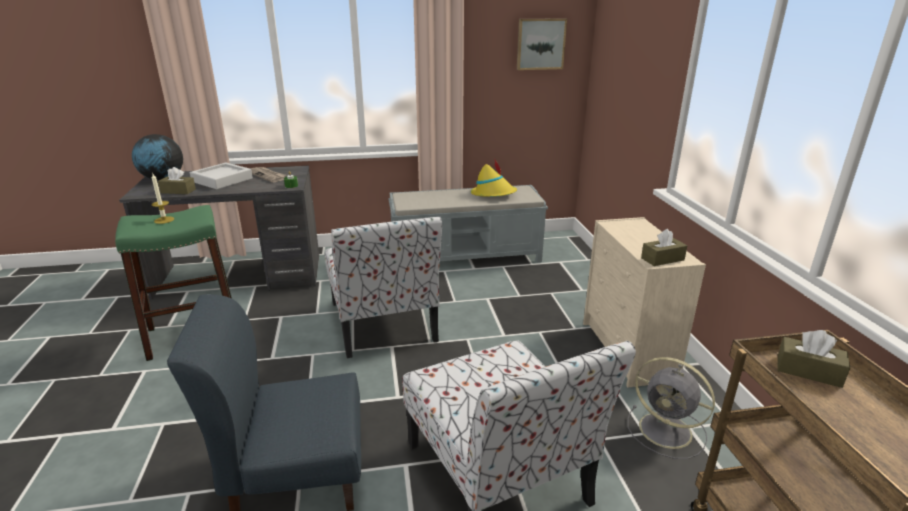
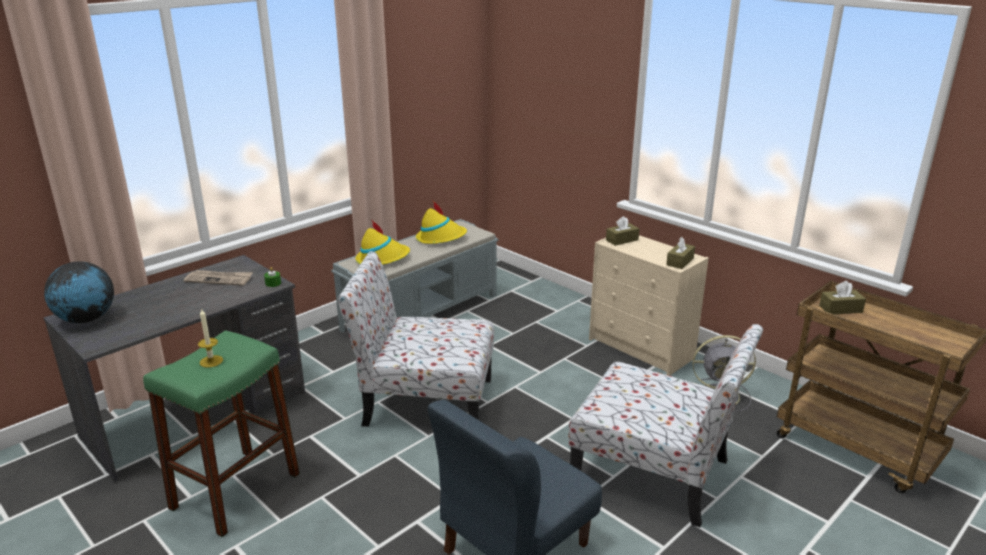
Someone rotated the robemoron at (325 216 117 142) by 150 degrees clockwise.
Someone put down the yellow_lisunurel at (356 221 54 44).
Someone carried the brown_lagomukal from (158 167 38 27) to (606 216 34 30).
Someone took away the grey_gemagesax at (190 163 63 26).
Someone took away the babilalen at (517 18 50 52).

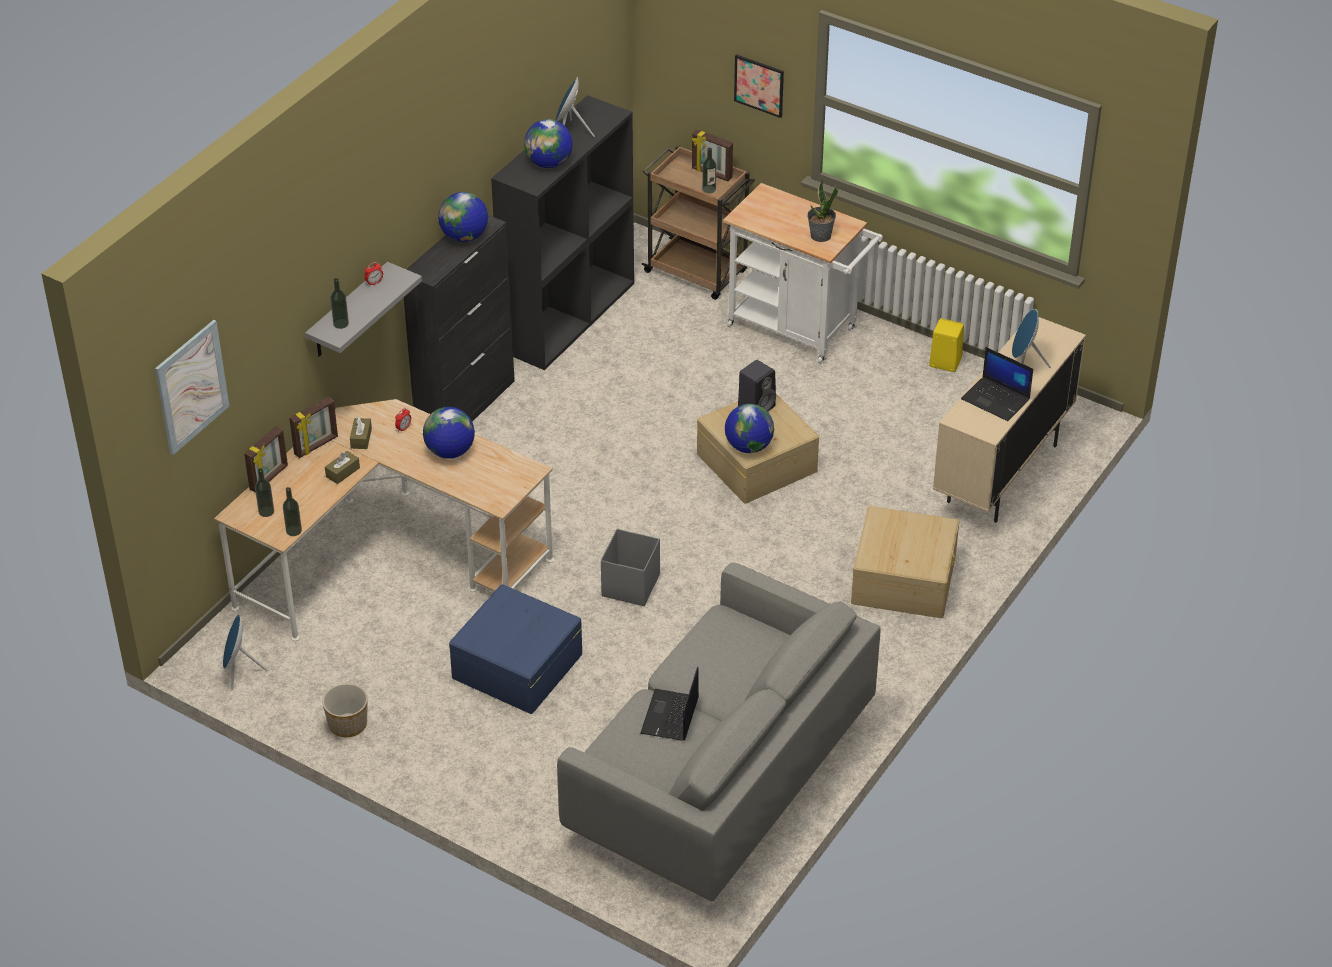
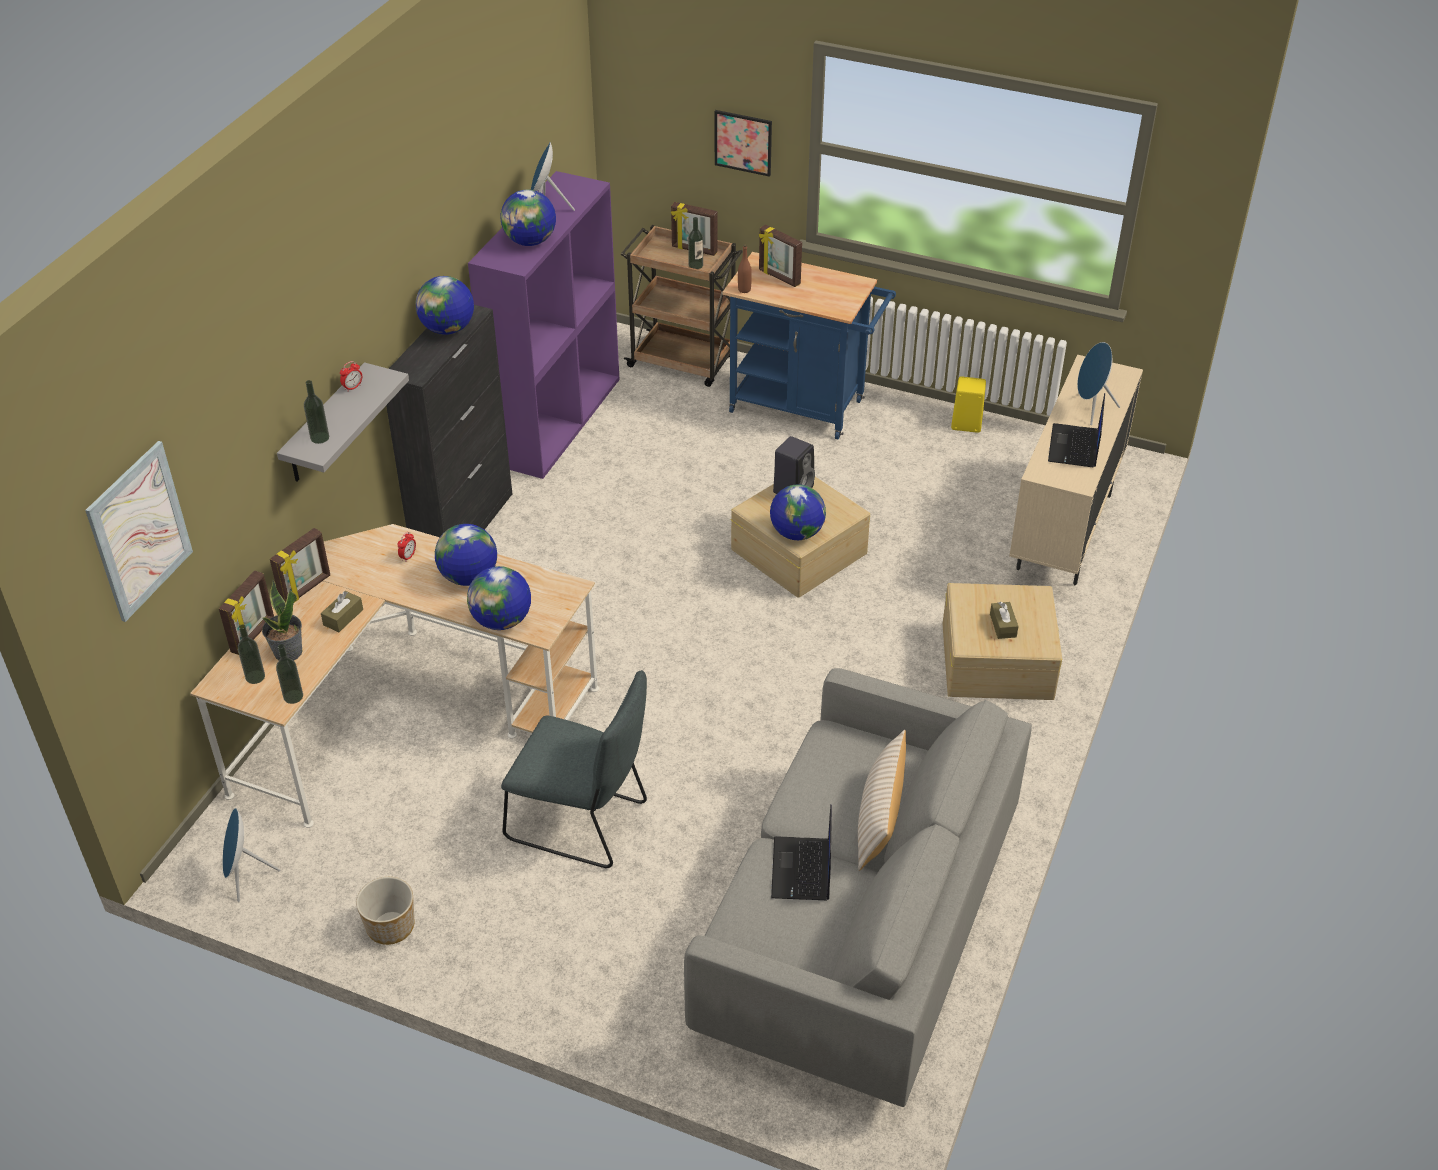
Someone carried the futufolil from (807 179 31 63) to (262 580 40 80).
Someone put down the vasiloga at (467 566 64 64).
Someone repainted the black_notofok at (491 95 143 275), which became the purple_notofok at (468 171 152 308).
Someone swapped the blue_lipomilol at (449 584 134 130) for the grey_robemoron at (501 670 146 198).
Someone repainted the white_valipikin at (723 183 160 181), which became the blue_valipikin at (722 252 174 187).
Someone put down the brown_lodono at (738 244 14 49).
Someone put down the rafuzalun at (759 225 43 62).
Someone put down the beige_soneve at (858 730 48 141).
Someone carried the brown_lagomukal from (350 417 22 32) to (990 602 29 37).
Someone rotated the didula at (961 347 72 74) by 75 degrees clockwise.
Someone took away the grey_lipomilol at (601 529 59 77).

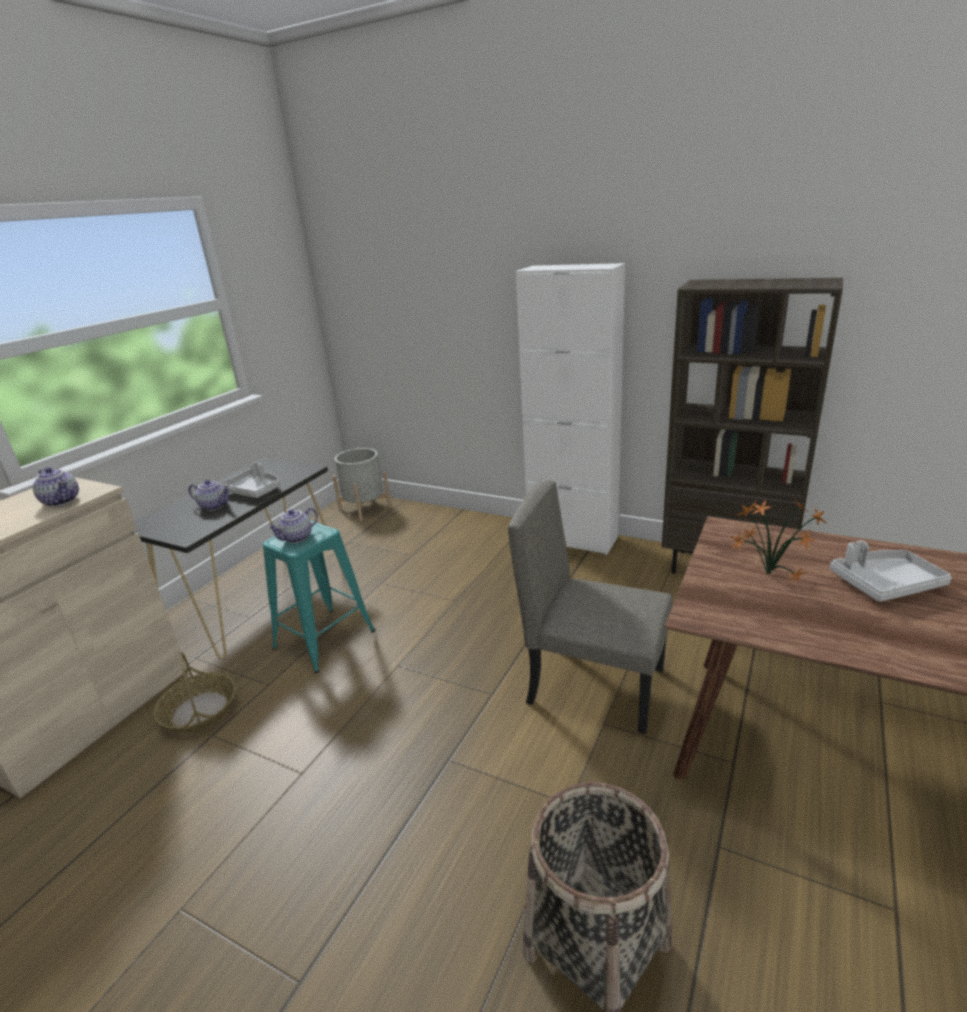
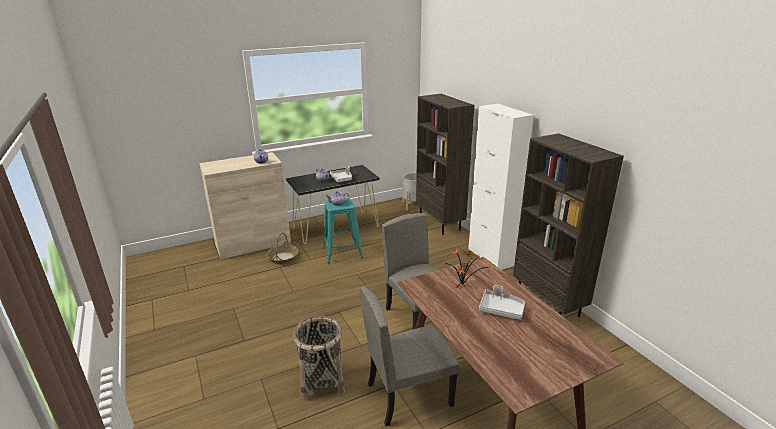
Someone put down the beige_robemoron at (360 287 99 139).
Someone put down the brown_notofok at (416 94 58 141).

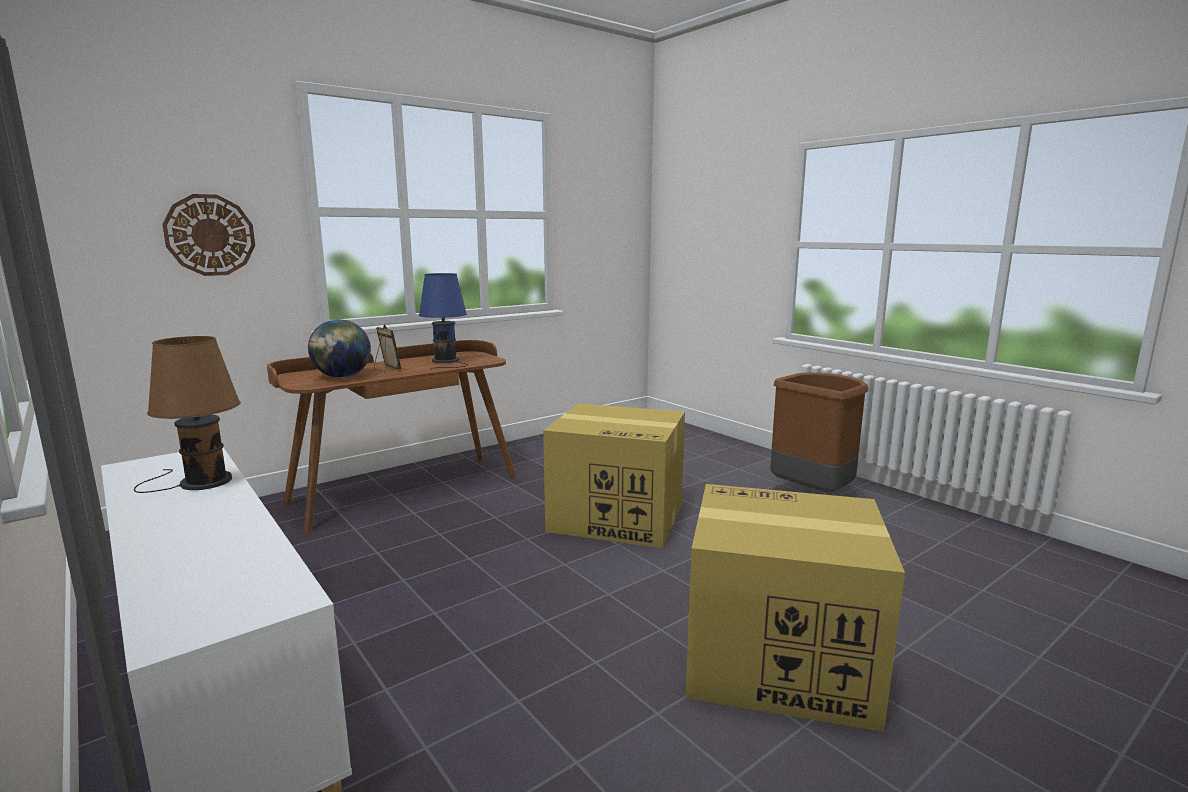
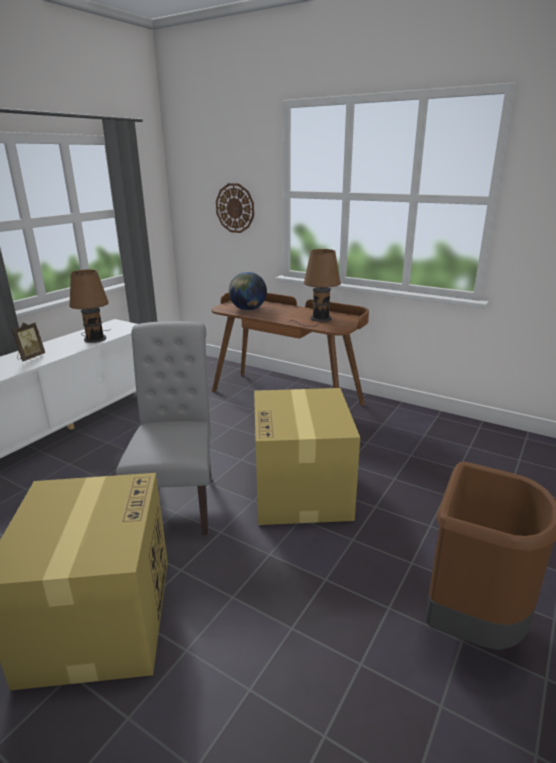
Someone carried the rafuzalun from (374 324 27 48) to (12 322 33 39).
Someone put down the grey_robemoron at (116 321 95 214).
Someone repainted the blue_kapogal at (419 273 49 97), which became the brown_kapogal at (288 249 53 78).

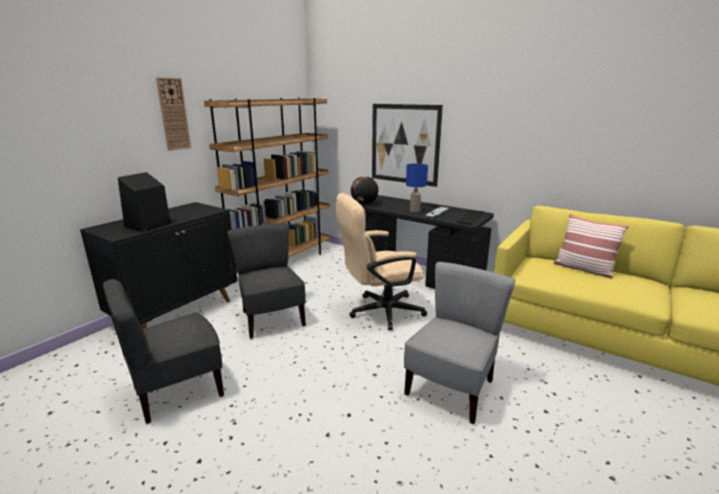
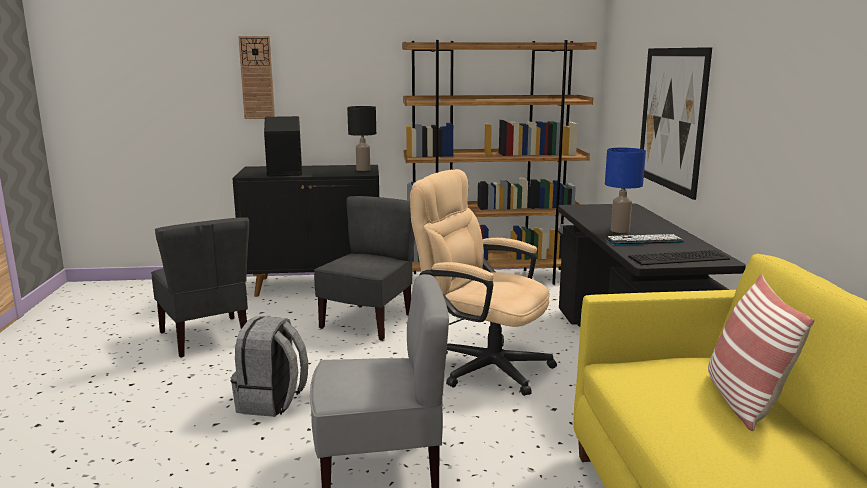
Someone rotated the grey_robemoron at (103 279 121 145) by 135 degrees counterclockwise.
Someone put down the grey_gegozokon at (231 316 77 101).
Someone carried the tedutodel from (156 77 35 74) to (238 36 37 83).
Someone put down the black_kapogal at (347 106 29 65).
Someone took away the vasiloga at (351 176 27 29).

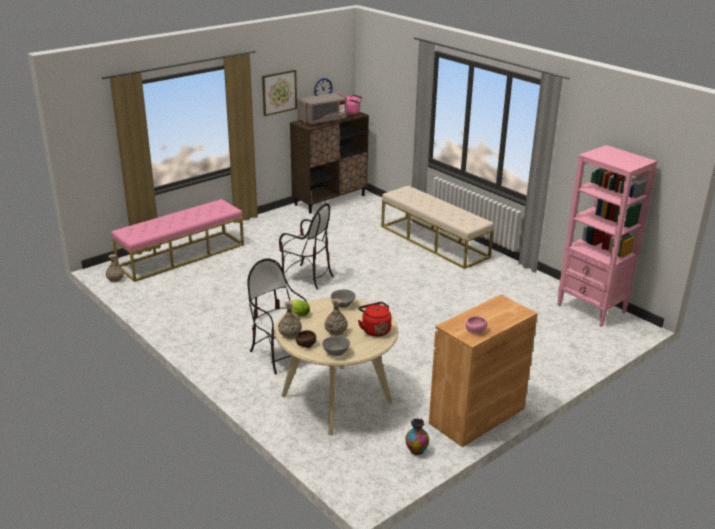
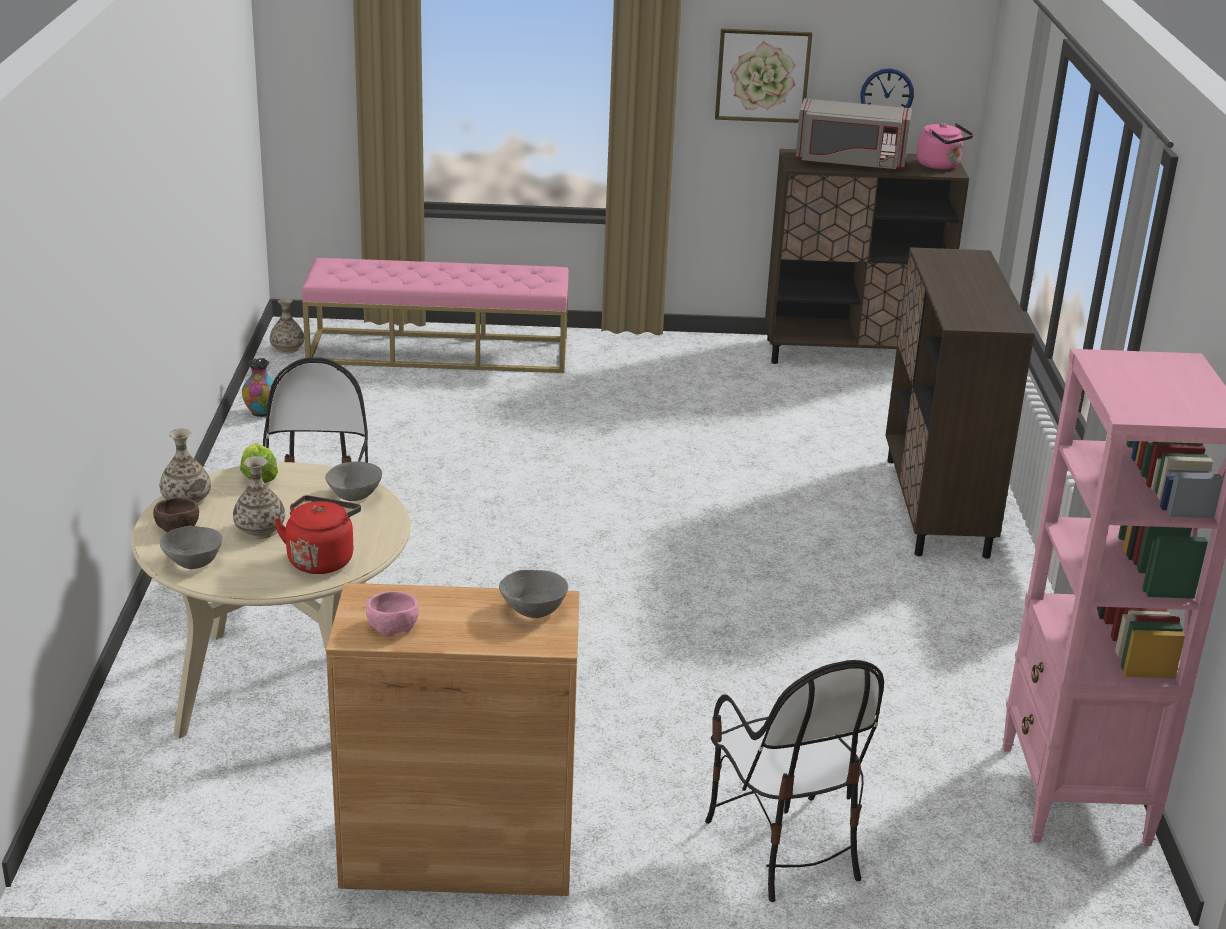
Someone carried the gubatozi from (405 418 24 38) to (242 358 32 59).
Someone put down the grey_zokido at (499 570 69 48).
Someone carried the robemoron from (279 203 54 87) to (705 660 179 242).
Someone swapped the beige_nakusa at (381 186 113 83) for the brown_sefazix at (885 247 150 312).

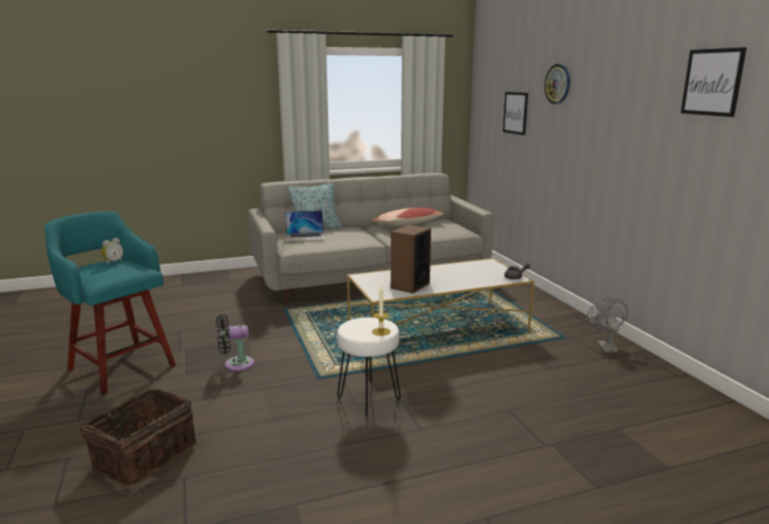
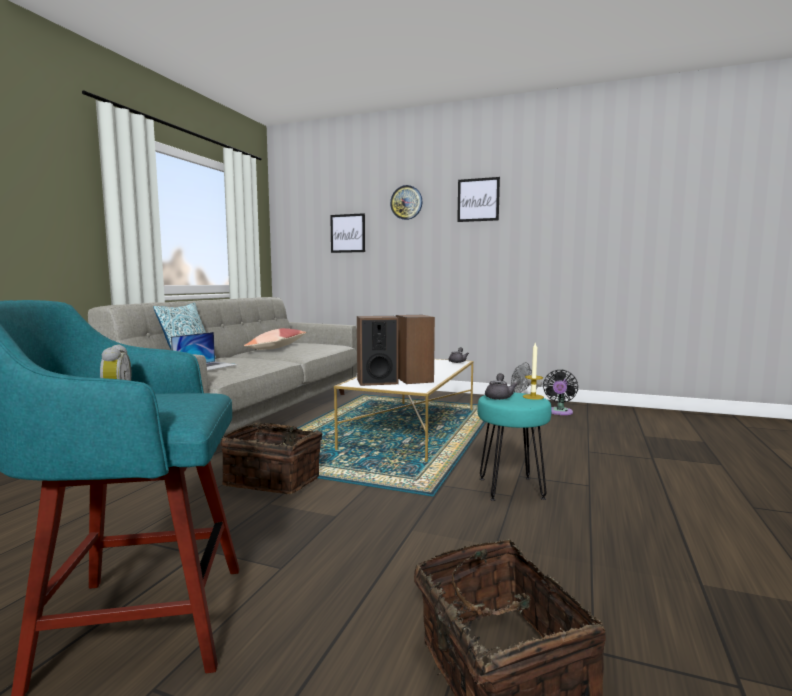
Someone put down the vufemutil at (221 423 101 71).
Someone put down the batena at (357 316 42 70).
Someone carried the babilalen from (681 47 66 70) to (457 177 43 45).
Someone repainted the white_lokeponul at (337 317 64 101), which became the turquoise_lokeponul at (478 393 73 108).
Someone put down the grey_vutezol at (485 373 33 27).
Someone carried the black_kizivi from (216 314 39 57) to (543 370 35 45).

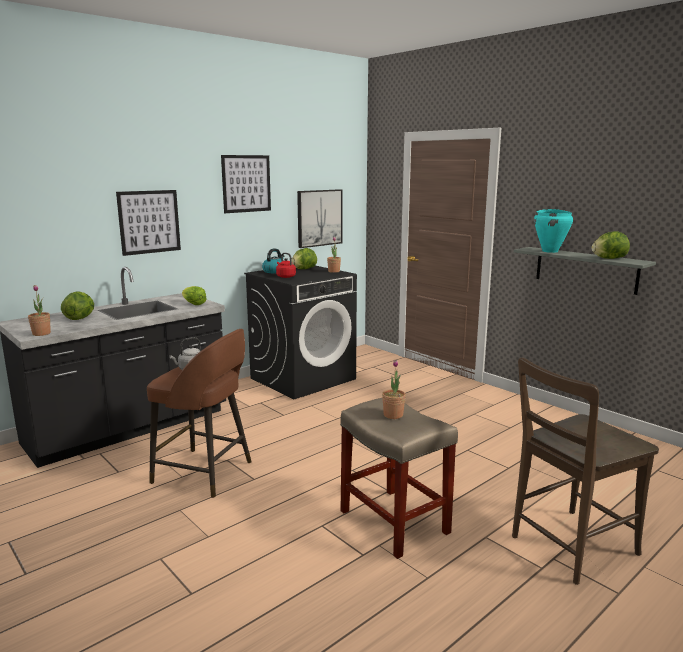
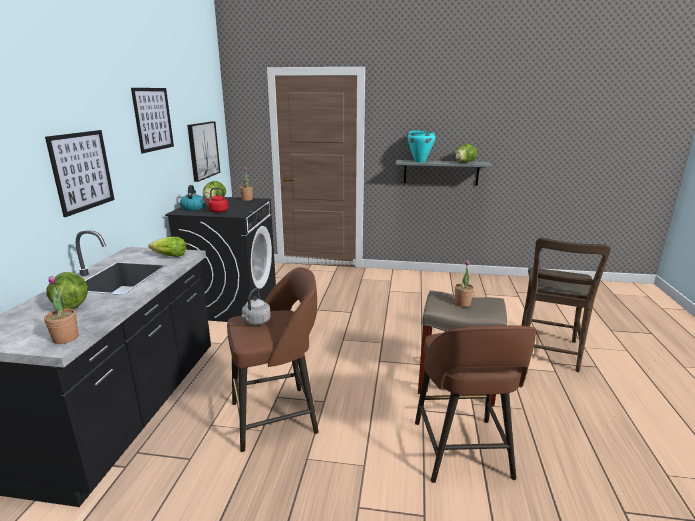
Someone put down the brown_lokeponul at (415 325 122 158).

